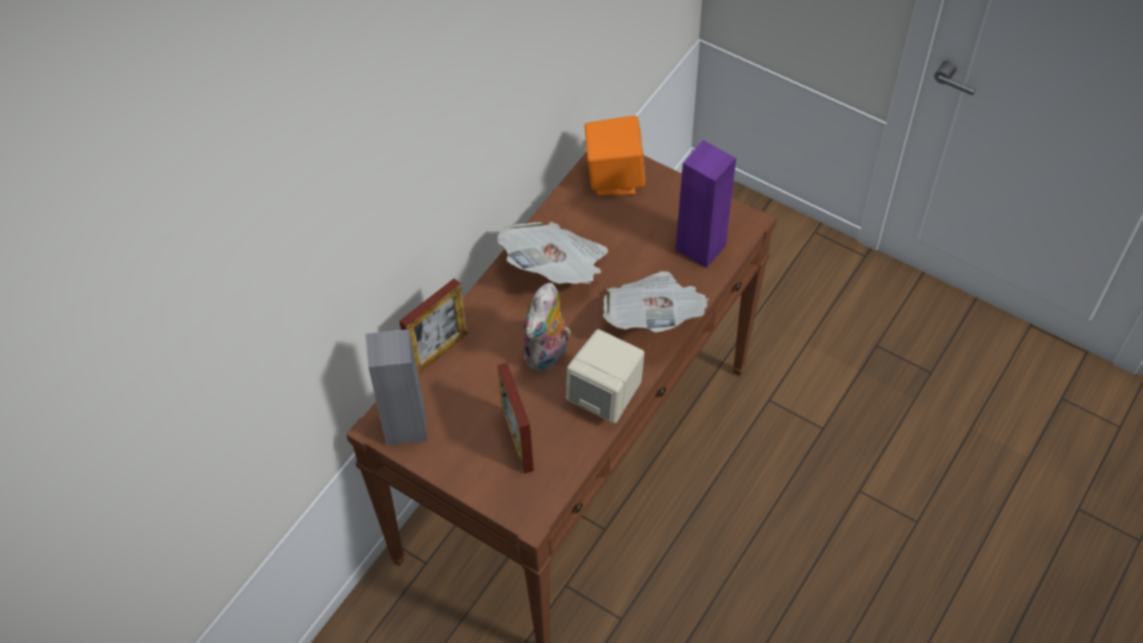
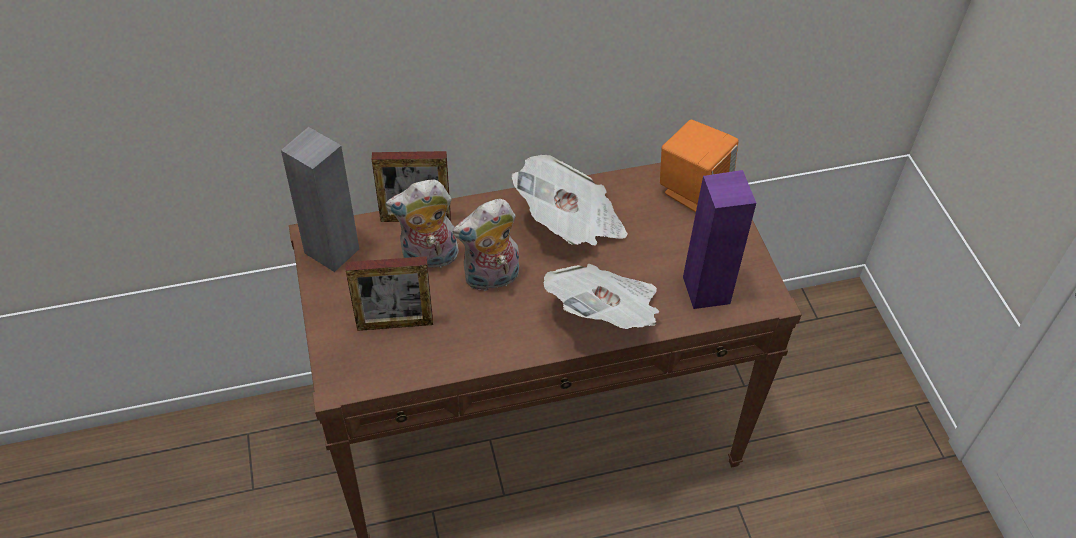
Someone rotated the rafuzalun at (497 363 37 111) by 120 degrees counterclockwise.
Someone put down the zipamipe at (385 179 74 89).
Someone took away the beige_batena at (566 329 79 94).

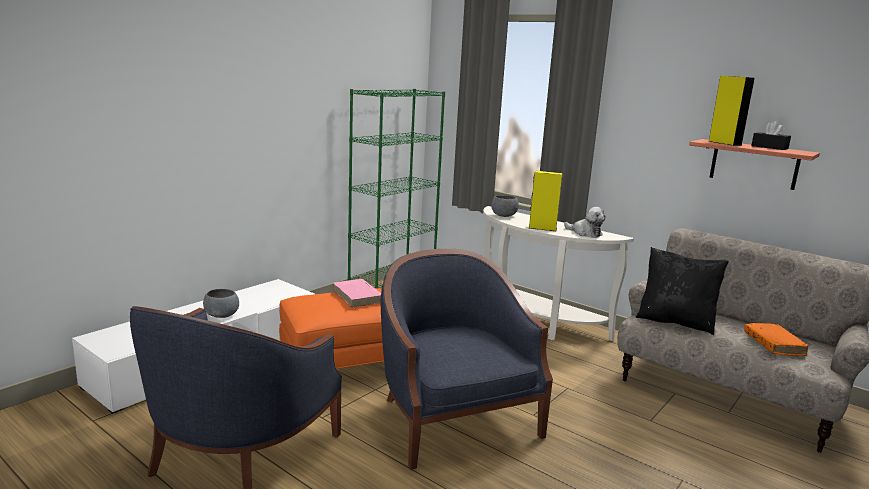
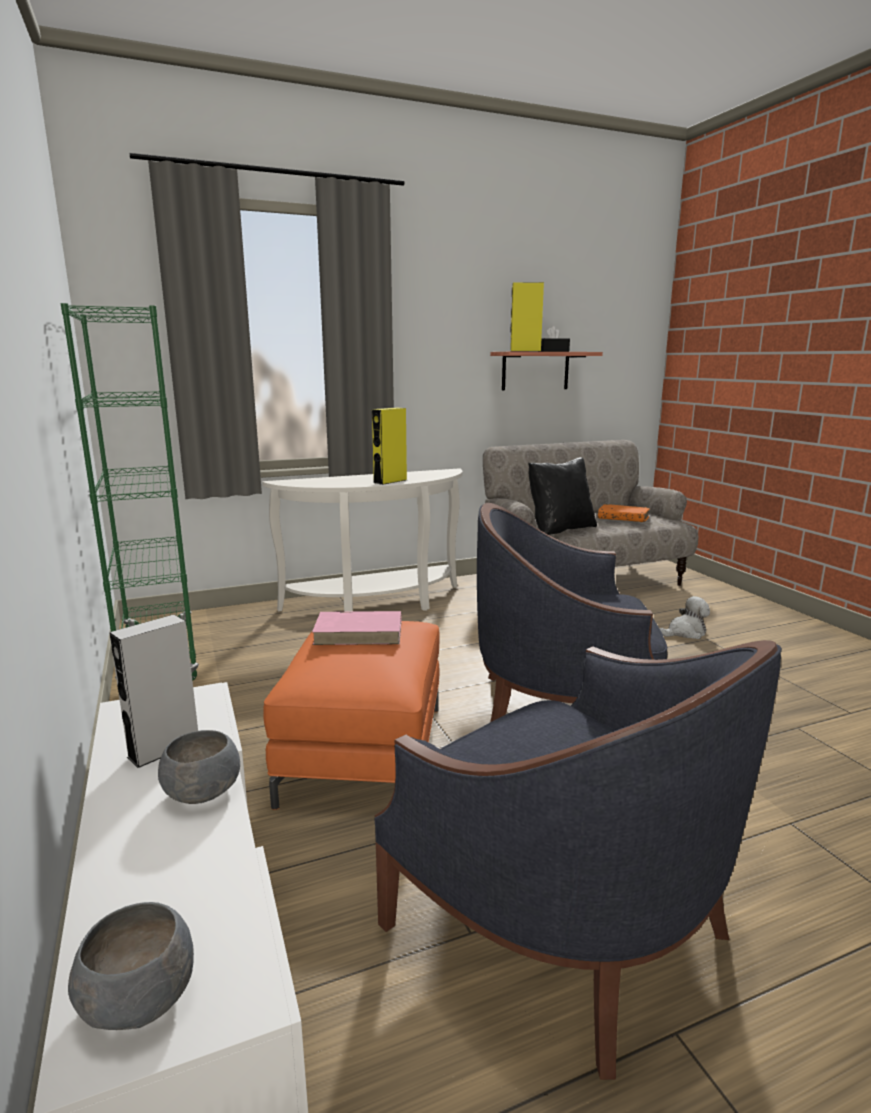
Someone carried the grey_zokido from (491 195 28 22) to (68 902 126 128).
Someone put down the grey_batena at (110 615 88 153).
Someone carried the zipamipe from (564 207 42 31) to (660 596 50 43).

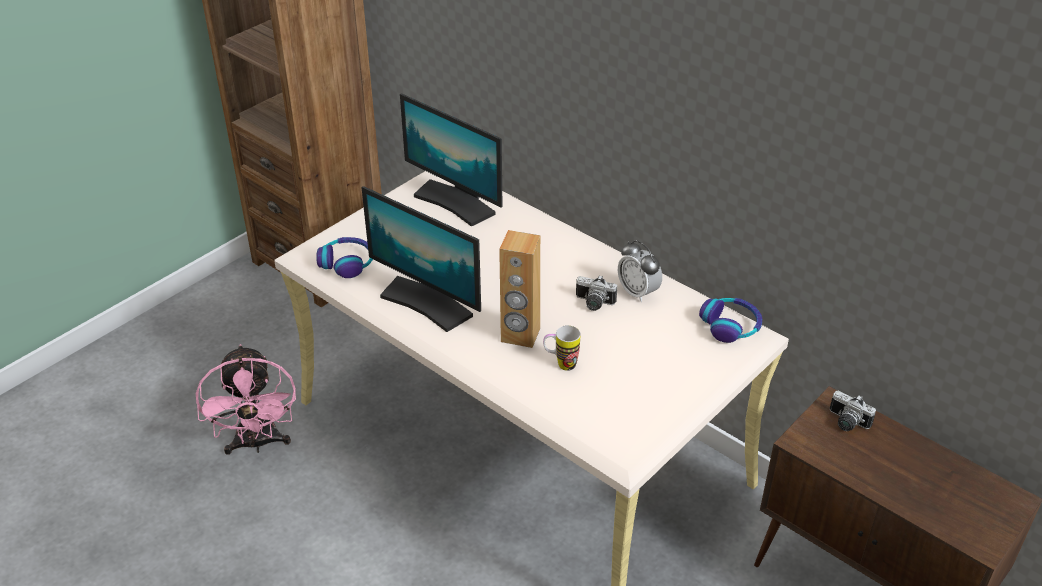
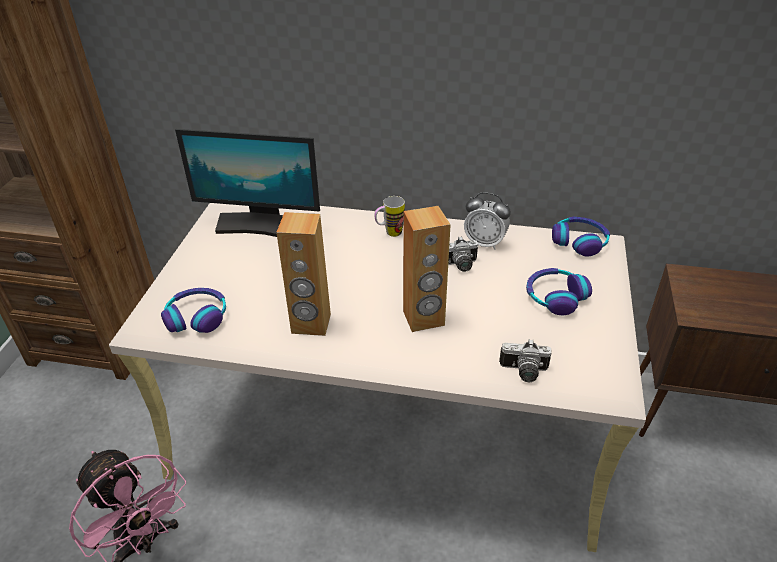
Someone swapped the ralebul at (361 186 120 146) for the brown_batena at (276 212 55 124).
Someone carried the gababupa from (543 325 38 46) to (374 196 31 41).
Someone carried the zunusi from (830 391 46 40) to (499 339 53 43).
Someone put down the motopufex at (526 268 66 47).

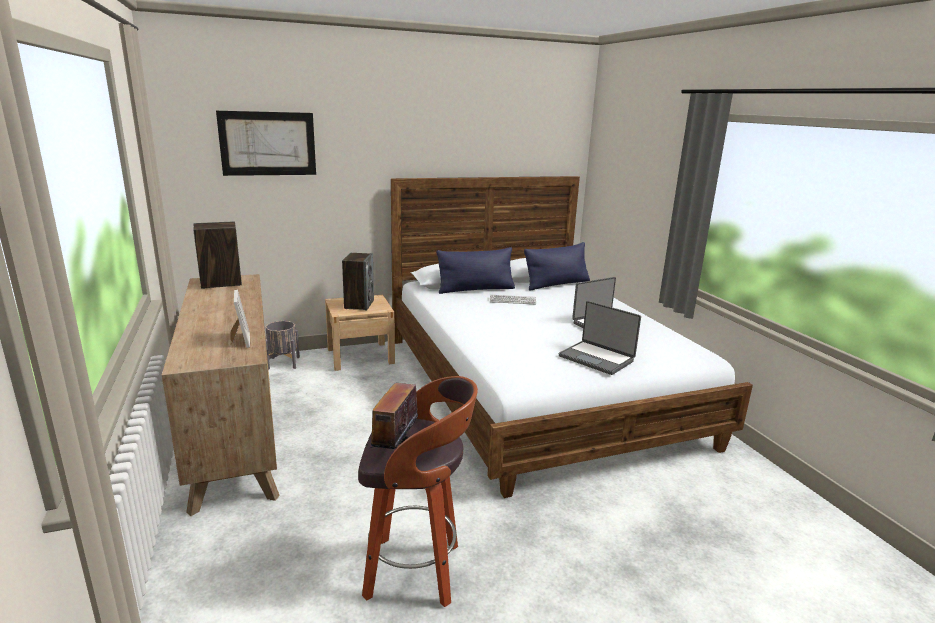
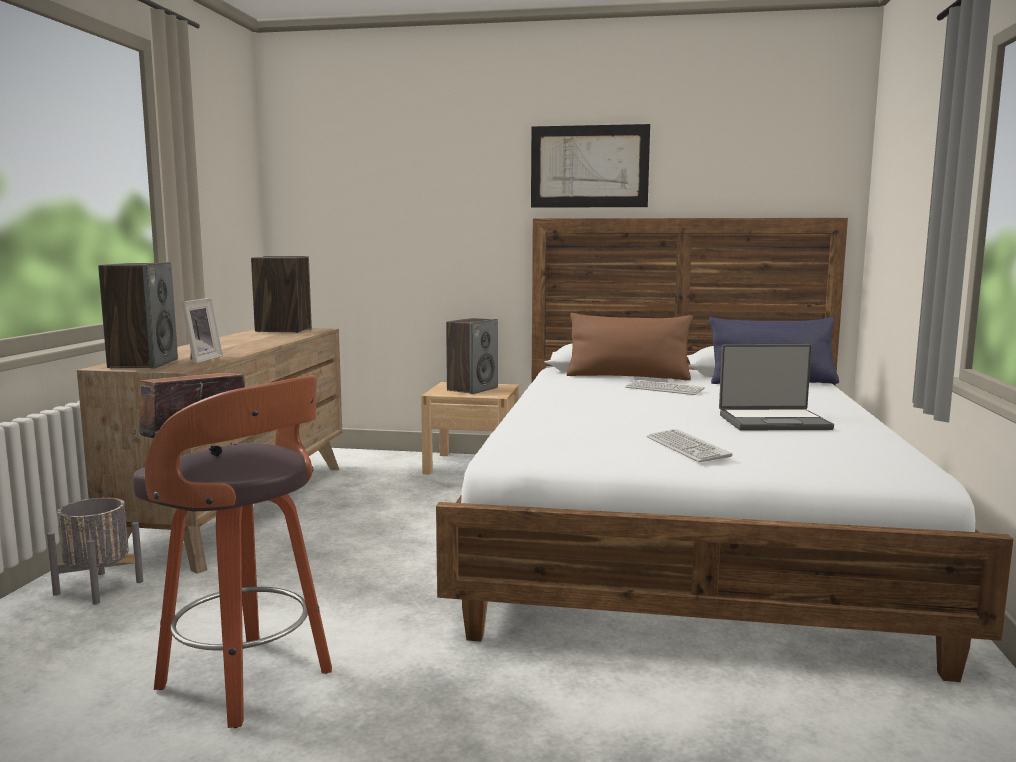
Someone carried the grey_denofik from (266 321 34 48) to (47 497 96 108).
Someone put down the batena at (98 262 80 107).
Someone carried the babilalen from (216 111 100 65) to (531 124 119 84).
Someone repainted the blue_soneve at (436 247 79 47), which became the brown_soneve at (567 313 126 67).
Someone swapped the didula at (559 301 82 74) for the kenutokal at (647 429 85 33).

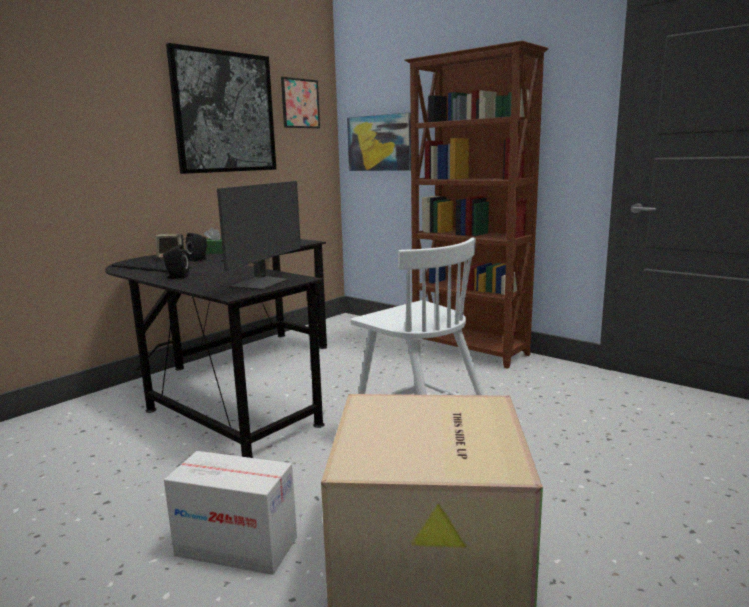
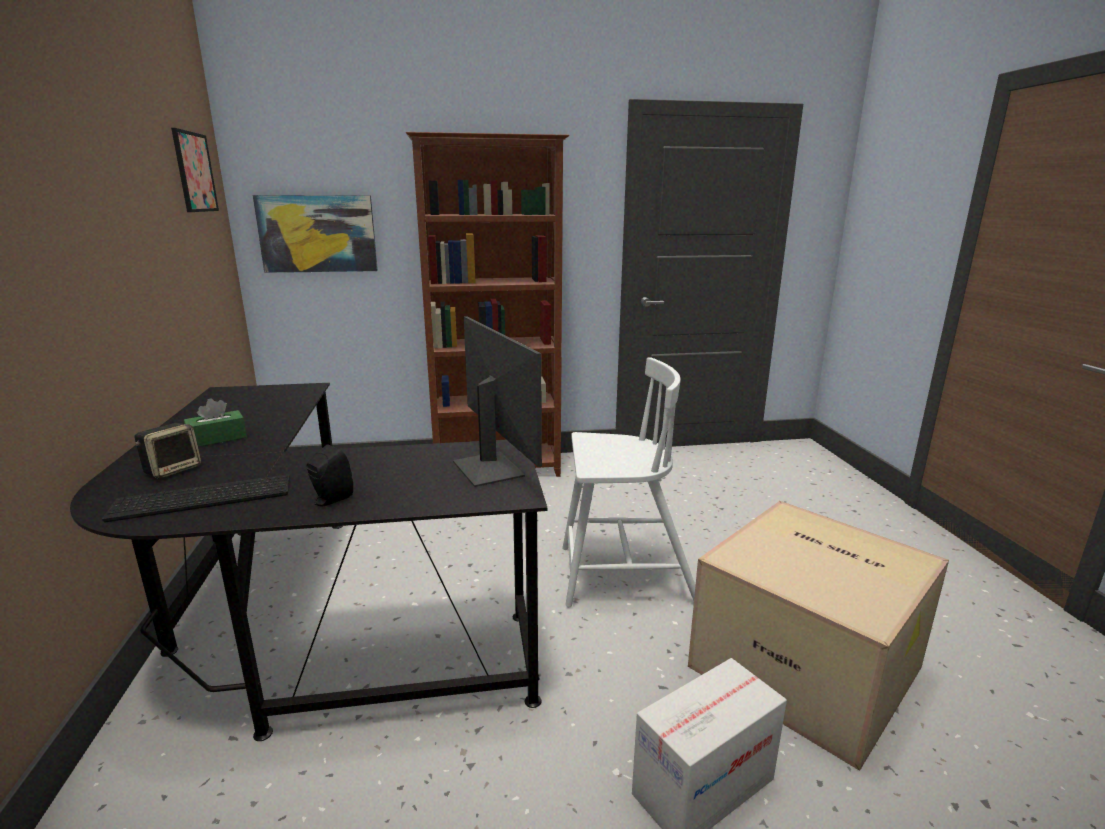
Someone took away the babilalen at (166 43 110 131).
Someone took away the black_batena at (186 233 21 29).

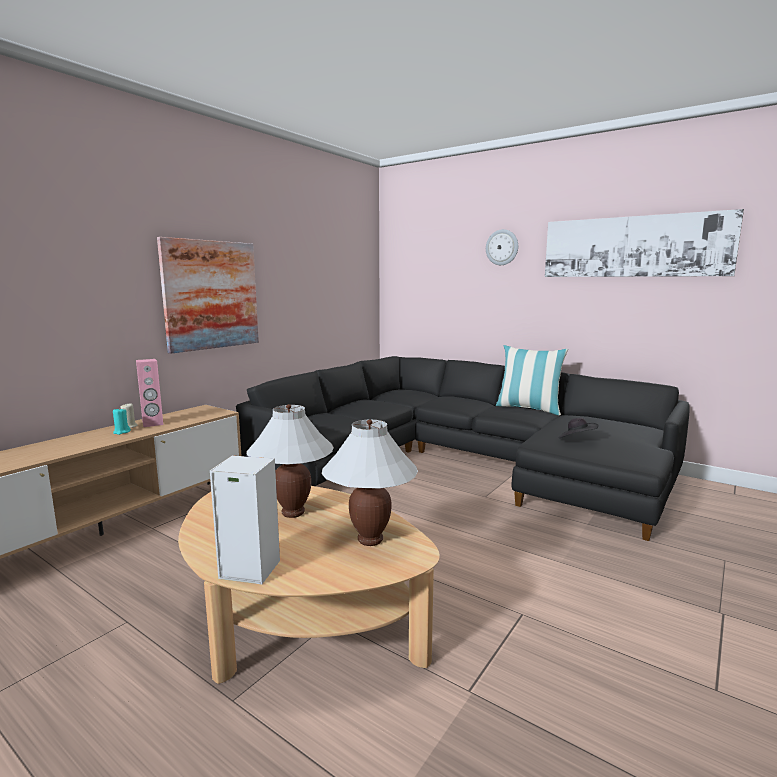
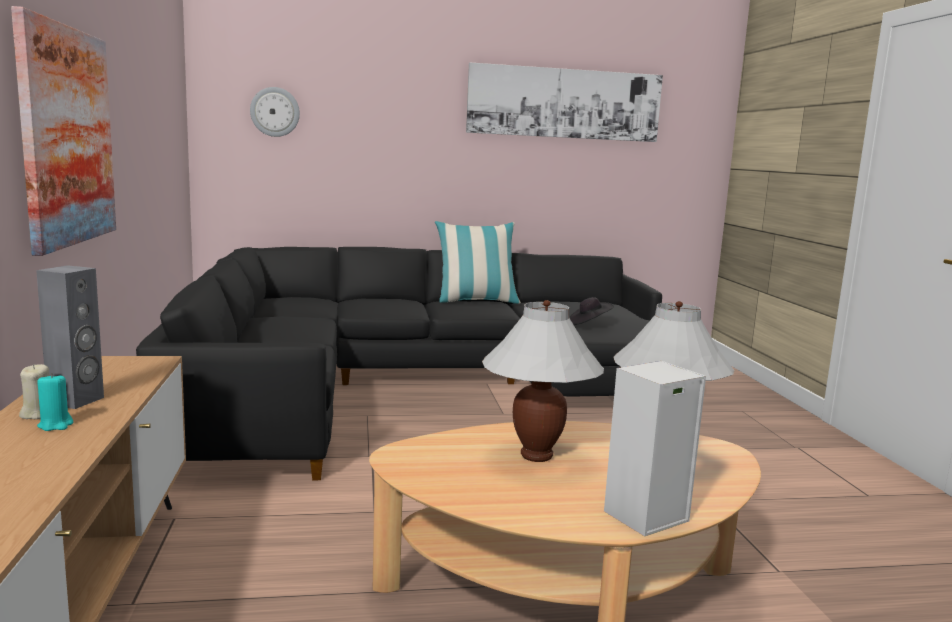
Someone repainted the pink_batena at (136 359 27 68), which became the grey_batena at (36 265 68 144).
Someone carried the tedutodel from (486 229 32 36) to (250 87 50 50).

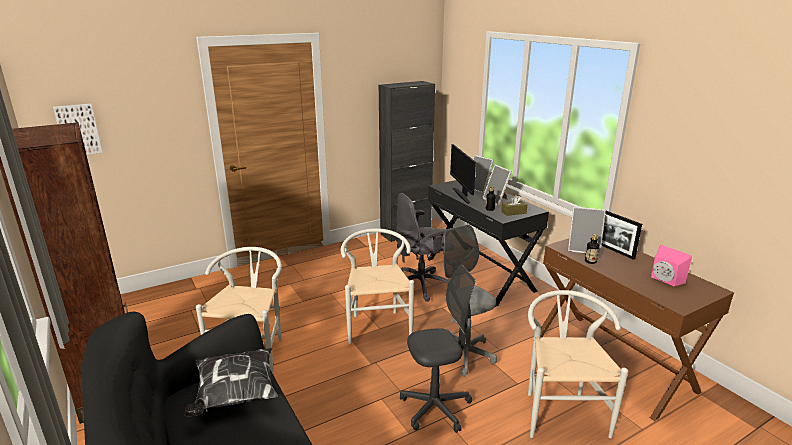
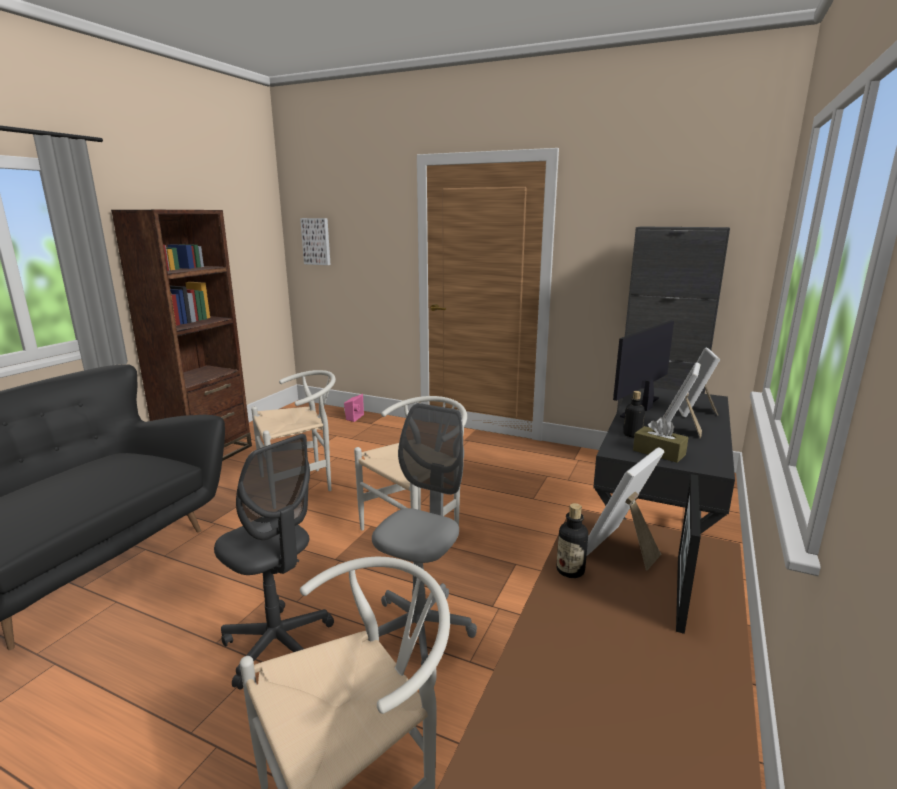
Someone carried the pink_batena from (651 245 41 41) to (344 394 20 28).
Someone rotated the rafuzalun at (568 207 38 48) by 60 degrees clockwise.
Someone took away the soneve at (184 348 94 69).
Someone took away the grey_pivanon at (394 193 56 109).

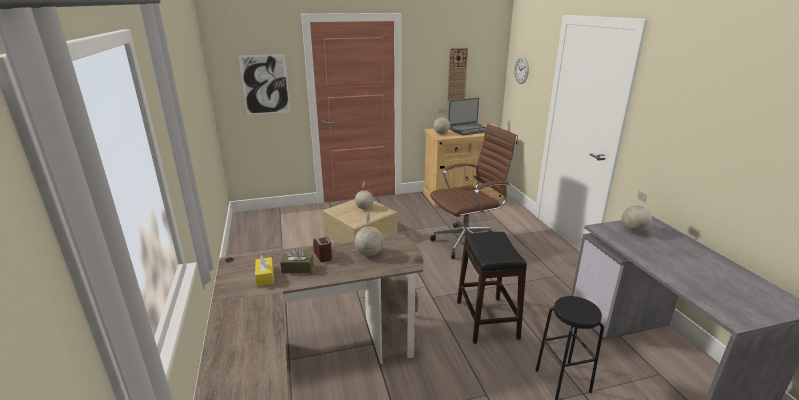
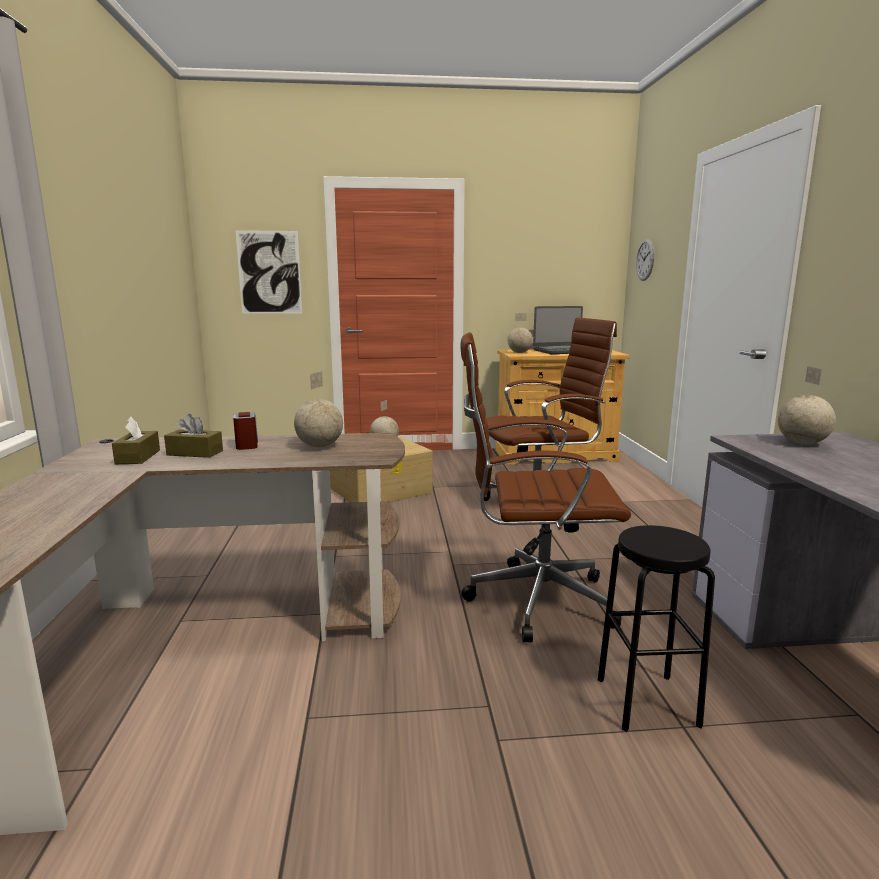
Someone repainted the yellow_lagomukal at (255 255 19 31), which became the brown_lagomukal at (112 417 48 47).
Someone swapped the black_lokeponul at (457 232 70 112) for the brown_pivanon at (461 332 170 310).
Someone took away the tedutodel at (447 48 21 53).

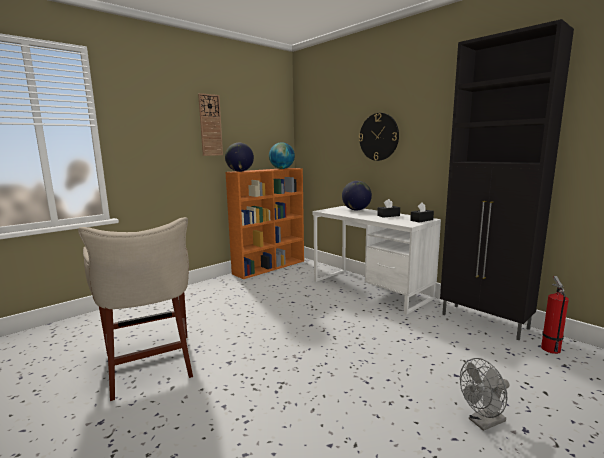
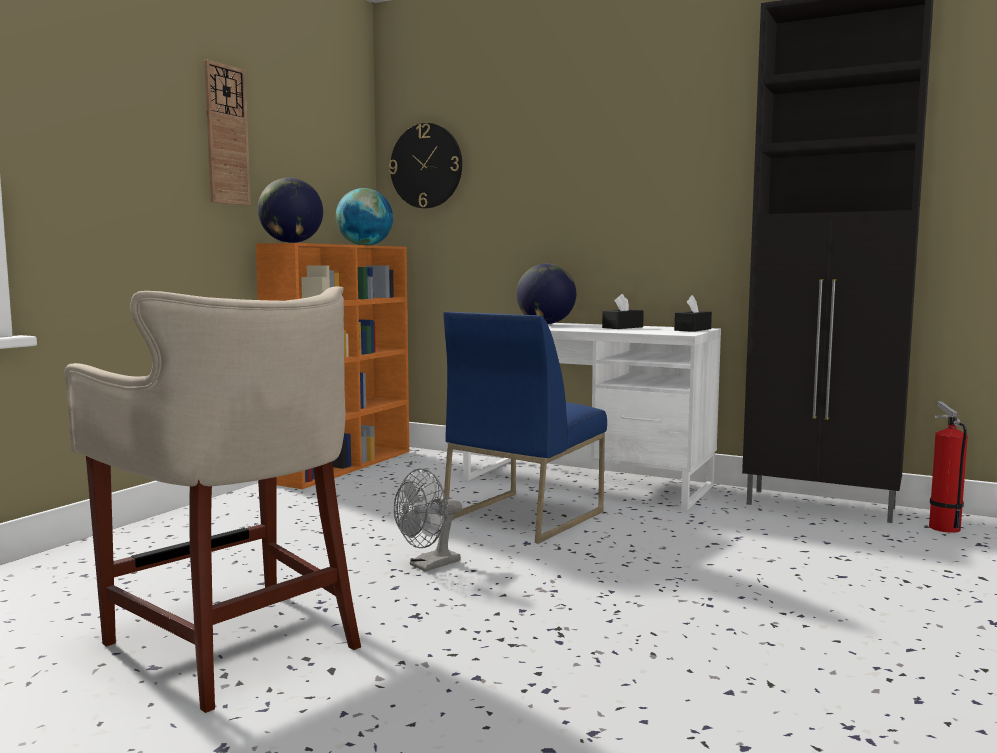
Someone carried the tedutodel from (359 113 40 48) to (389 123 73 85).
Someone carried the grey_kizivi from (460 358 49 73) to (394 468 68 104).
Someone put down the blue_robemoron at (442 311 165 233).

